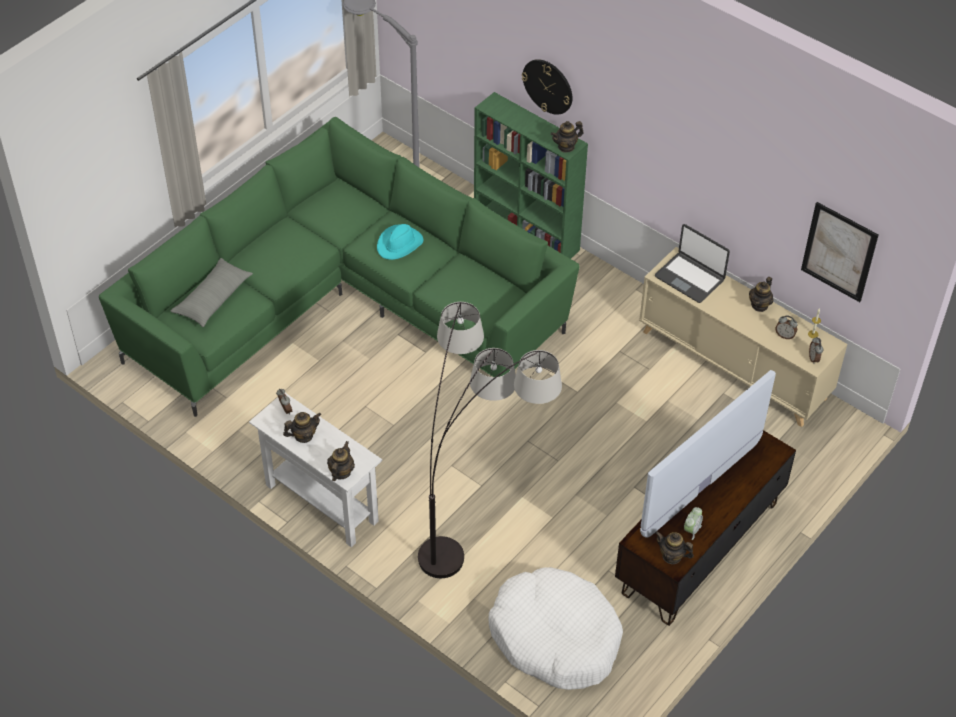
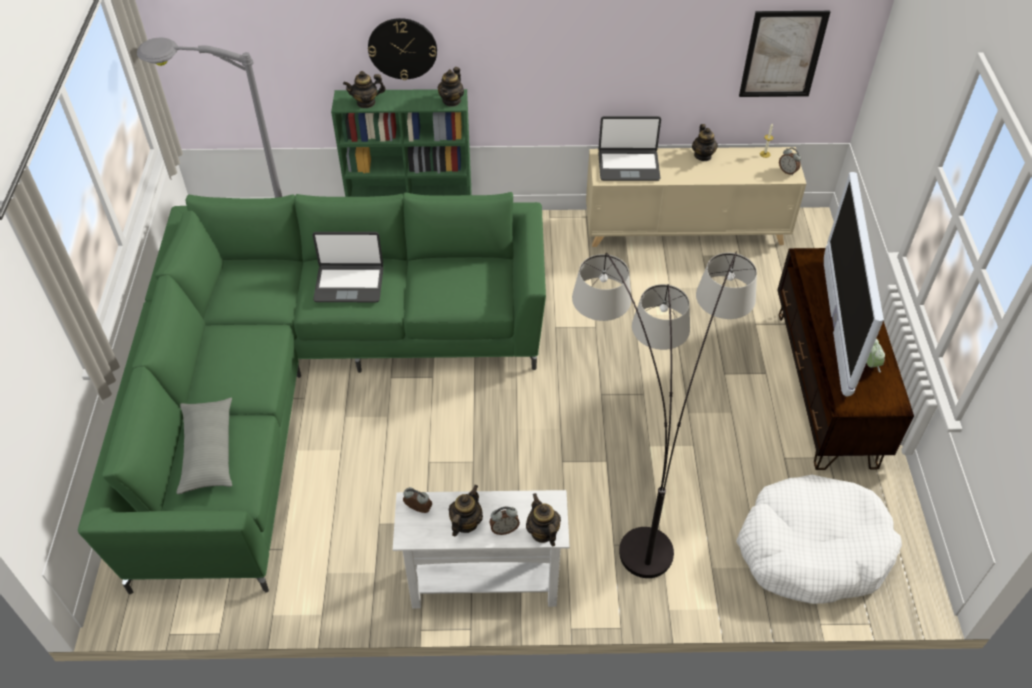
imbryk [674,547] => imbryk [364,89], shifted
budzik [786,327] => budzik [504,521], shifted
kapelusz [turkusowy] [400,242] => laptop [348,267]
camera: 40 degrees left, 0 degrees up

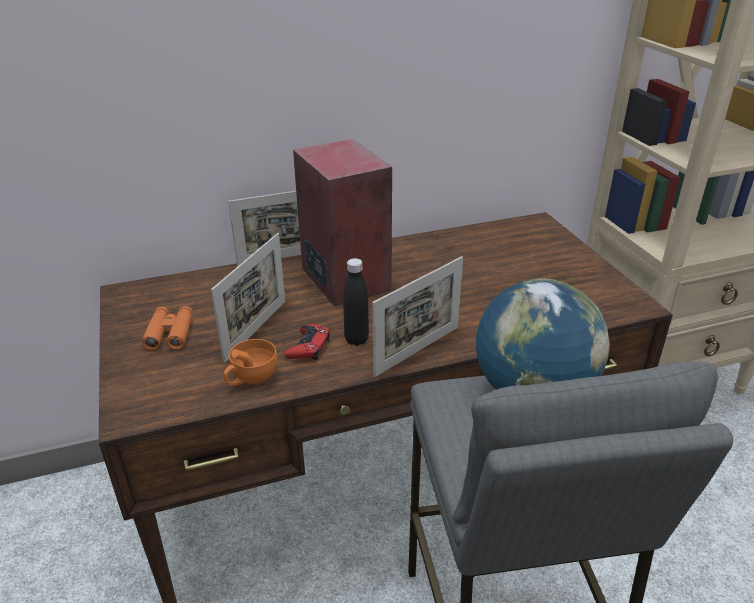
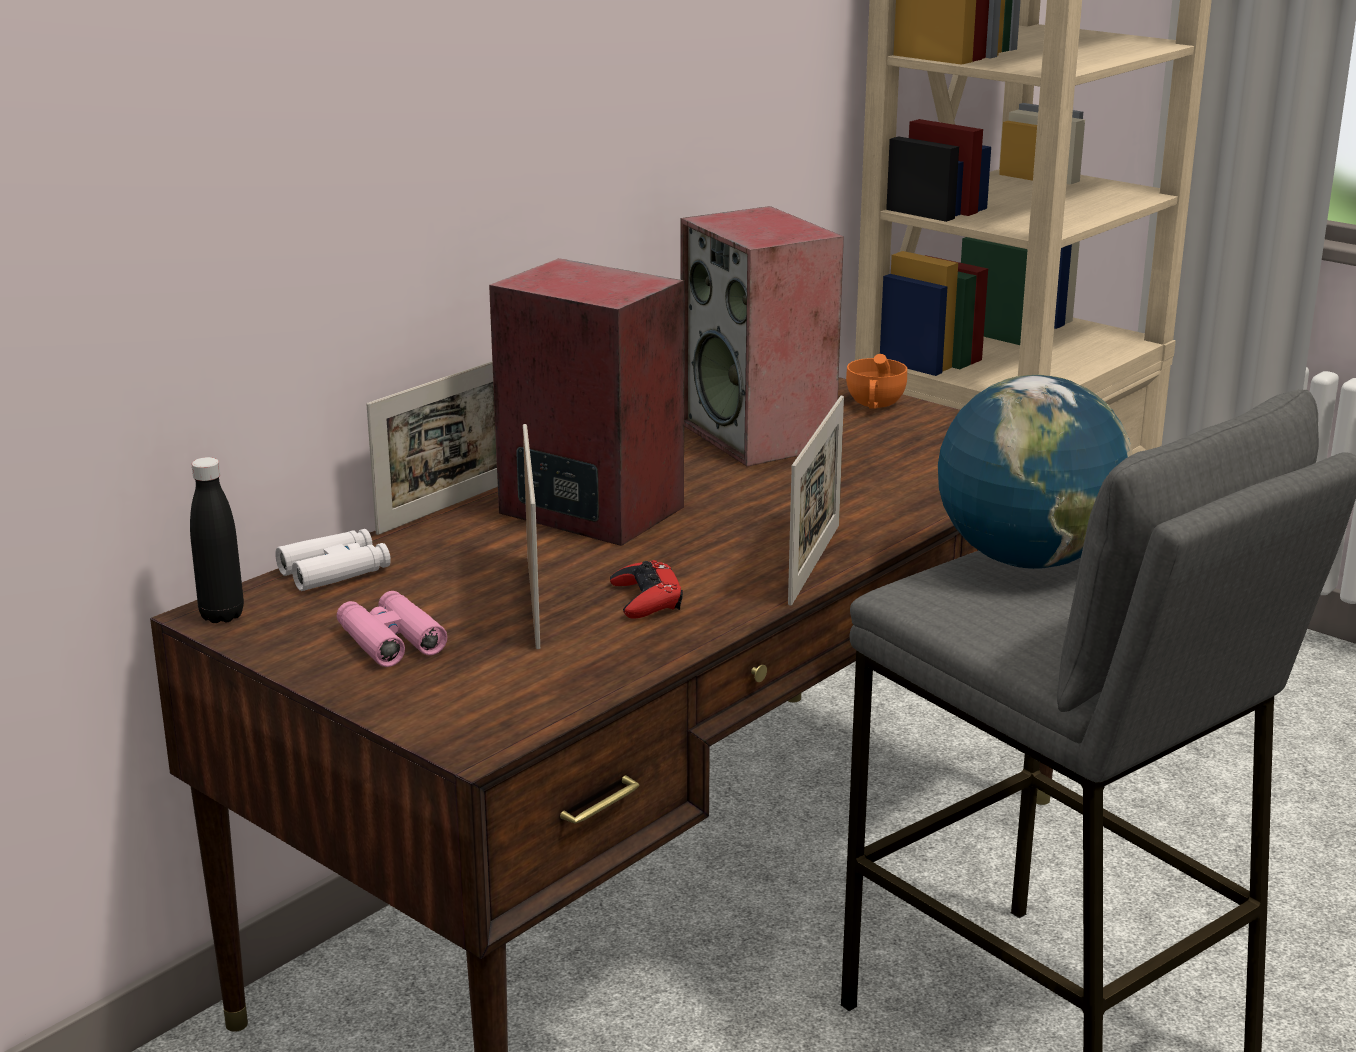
nothing => lornetka [biały] [333,560]
nothing => głośnik [762,336]
filiżanka [pomarańczowy] [250,362] => filiżanka [pomarańczowy] [876,381], shifted
butelka [czarny] [356,302] => butelka [czarny] [217,540], shifted
lornetka [pomarańczowy] [167,328] => lornetka [różowy] [392,629]
camera: 30 degrees left, 10 degrees down

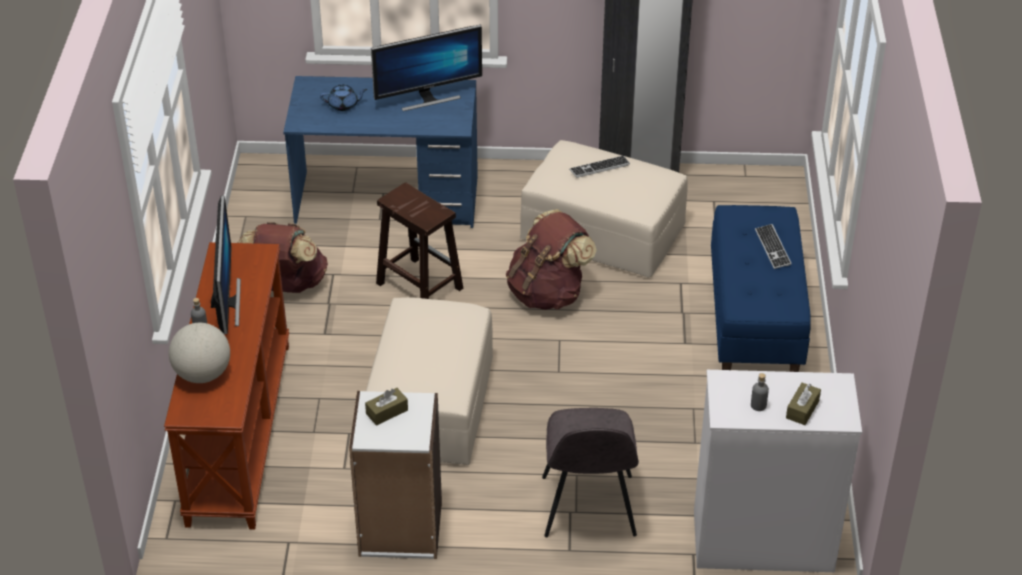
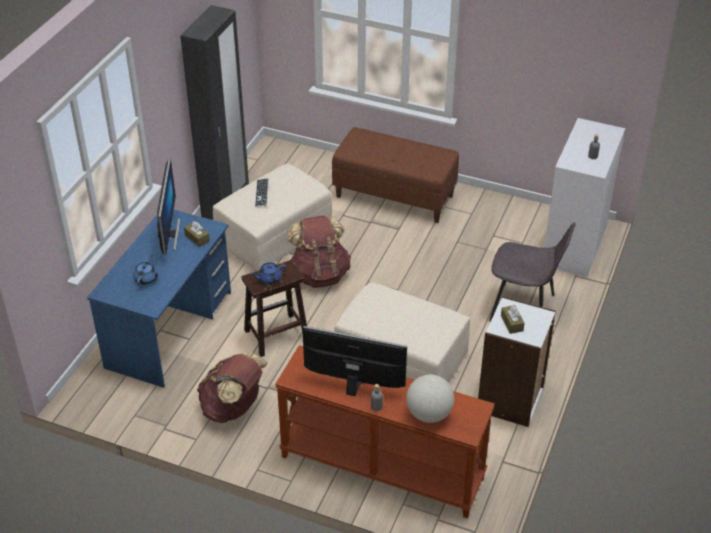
klawiatura [773,246] => nothing
nothing => imbryk [niebieski] [268,273]
pudełko chusteczek [brązowy] [803,404] => pudełko chusteczek [brązowy] [197,234], shifted
ławka [niebieski] [761,288] => ławka [brązowy] [395,175]
camera: 70 degrees left, 0 degrees up

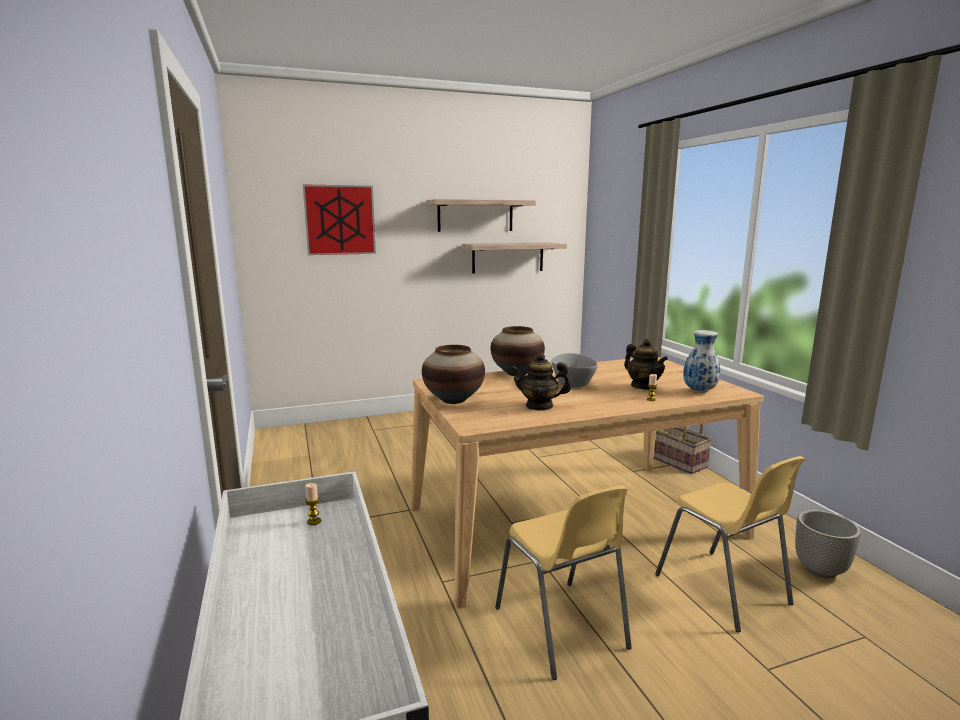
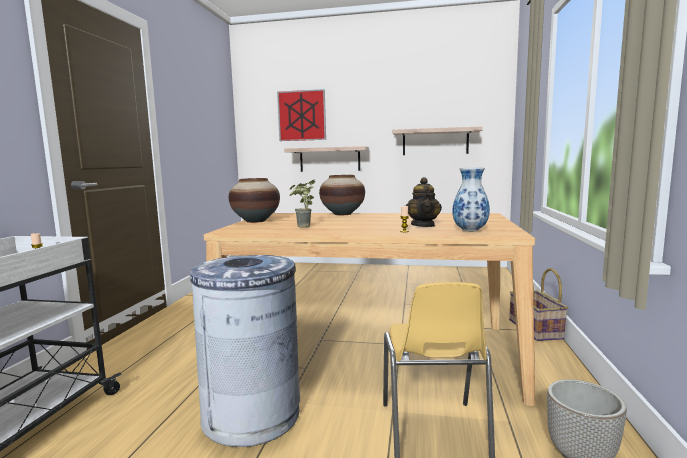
miska [szary] [574,370] => nothing
półka [481,215] => półka [326,159], shifted
krzesło [żółty] [563,583] => kosz na śmieci [szary] [245,351]
imbryk [541,382] => roślina doniczkowa [302,203]
camera: 30 degrees right, 5 degrees down

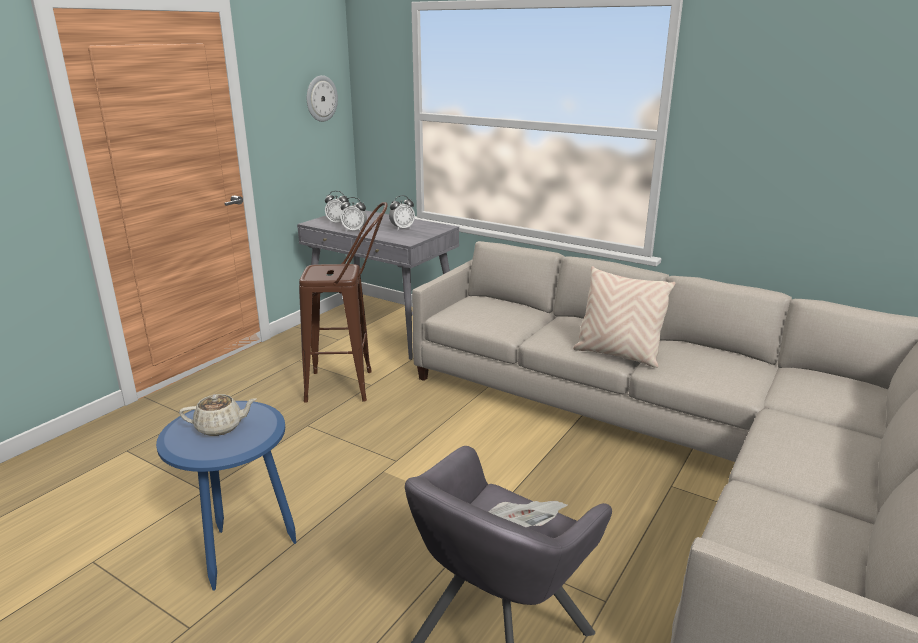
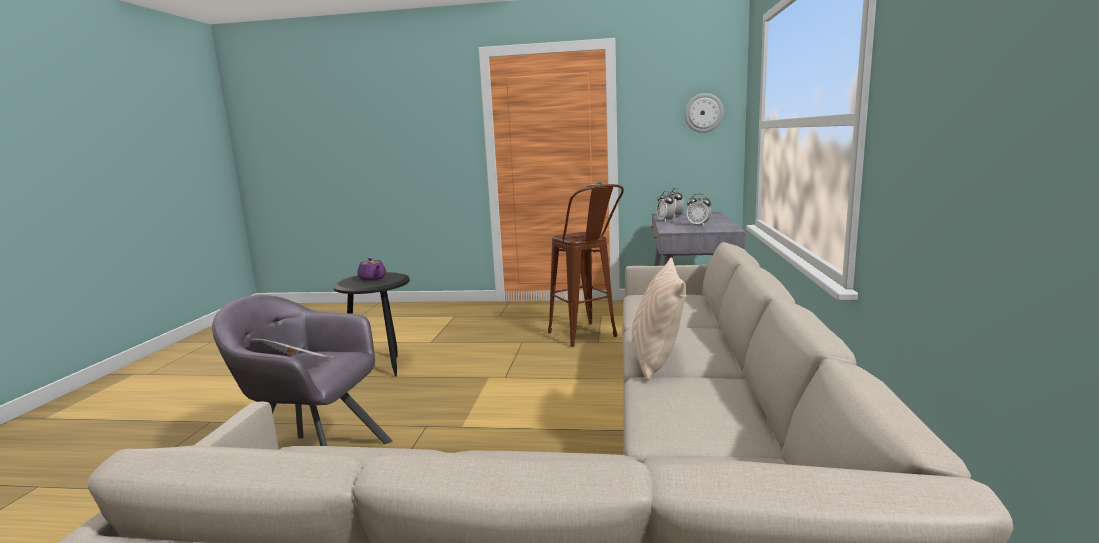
stolik [niebieski] [226,496] => stolik [czarny] [371,324]
imbryk [beżowy] [217,415] => imbryk [fioletowy] [371,269]
camera: 65 degrees right, 10 degrees down

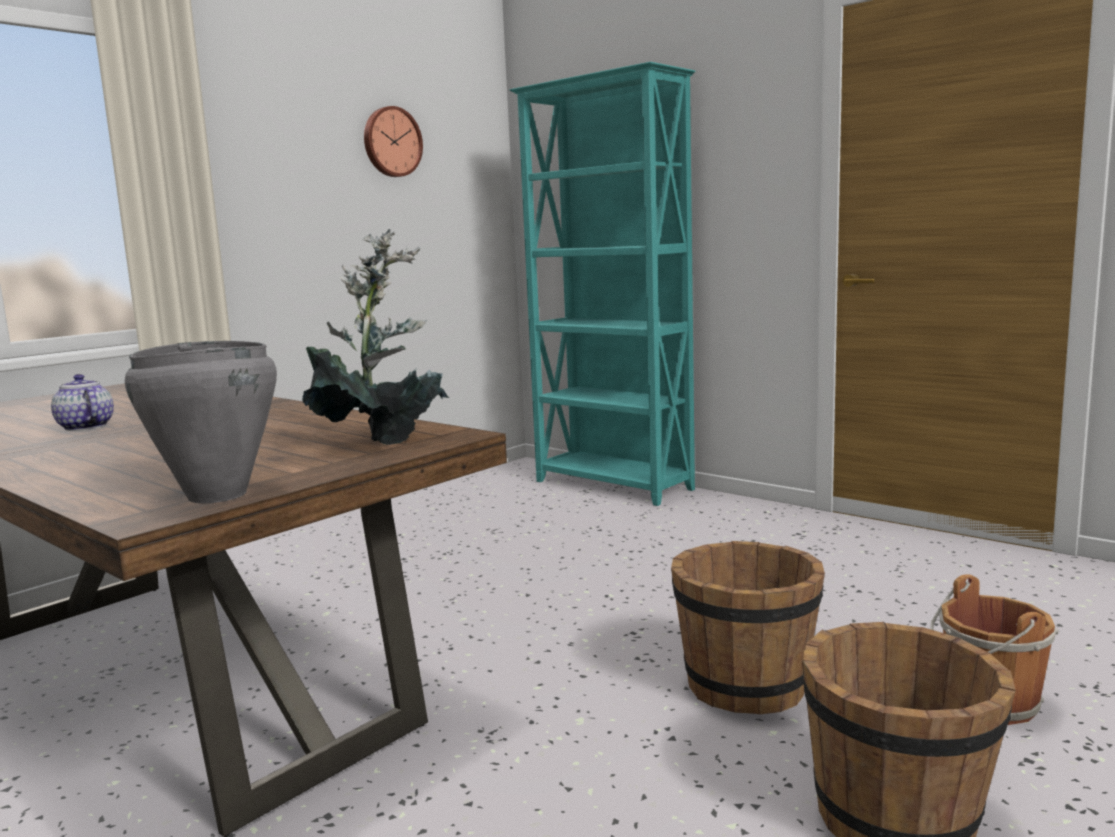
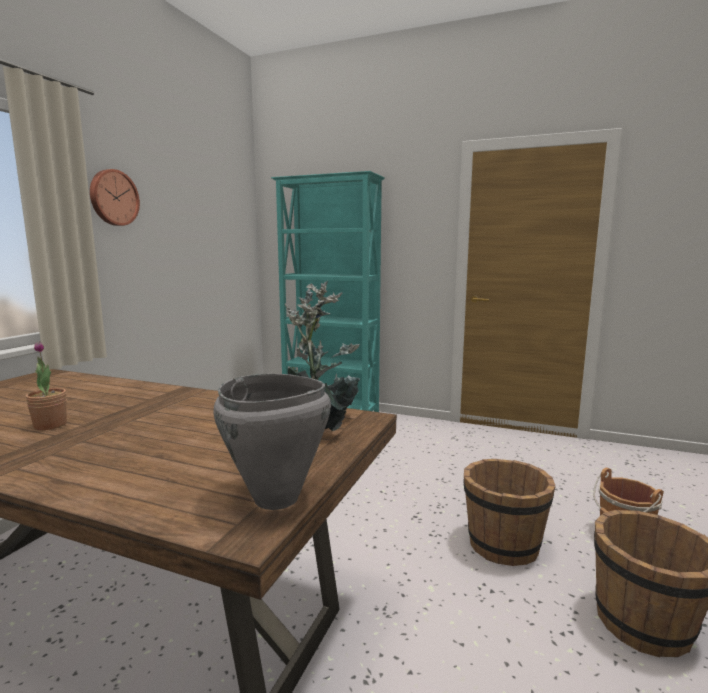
zegar ścienny [393,141] => zegar ścienny [115,197], shifted
imbryk [82,402] => roślina doniczkowa [46,385]
camera: 20 degrees left, 0 degrees up

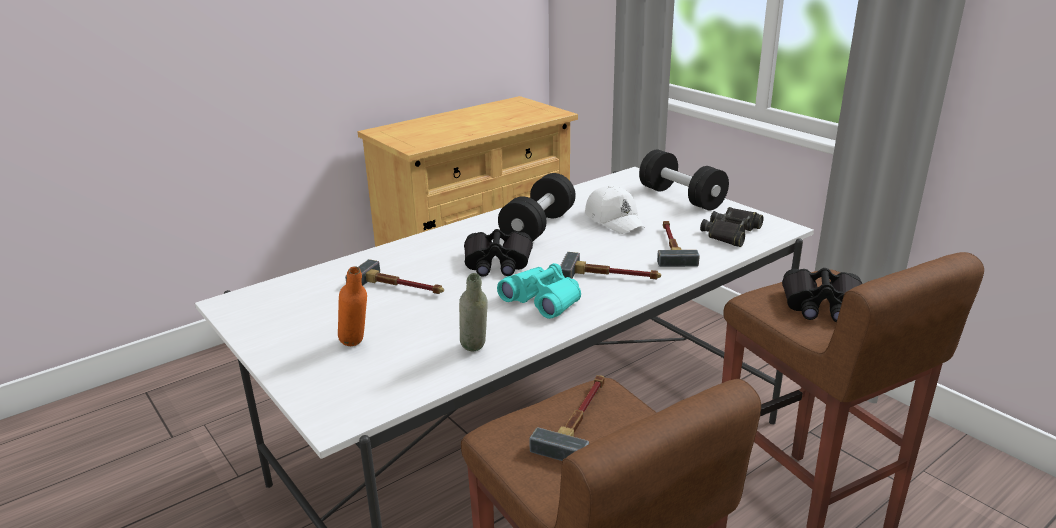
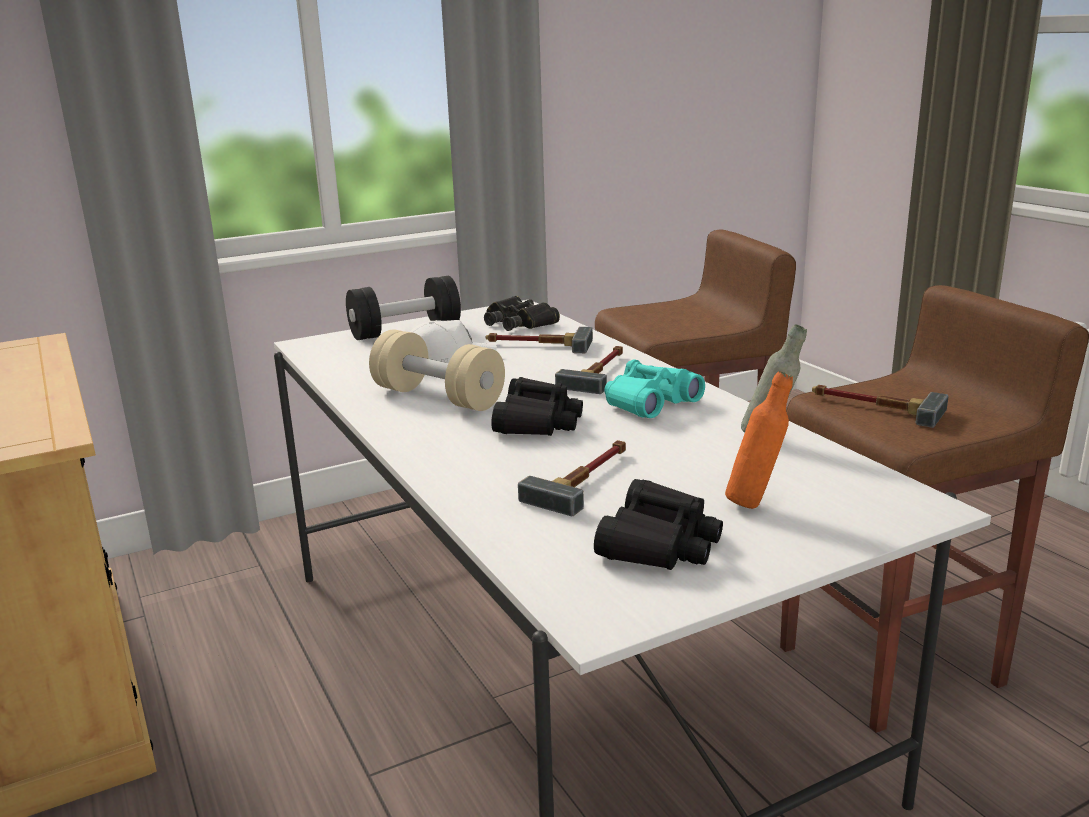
lornetka [czarny] [822,295] => lornetka [czarny] [658,524], shifted
hantel [czarny] [537,207] => hantel [beżowy] [437,370]
camera: 80 degrees left, 5 degrees down

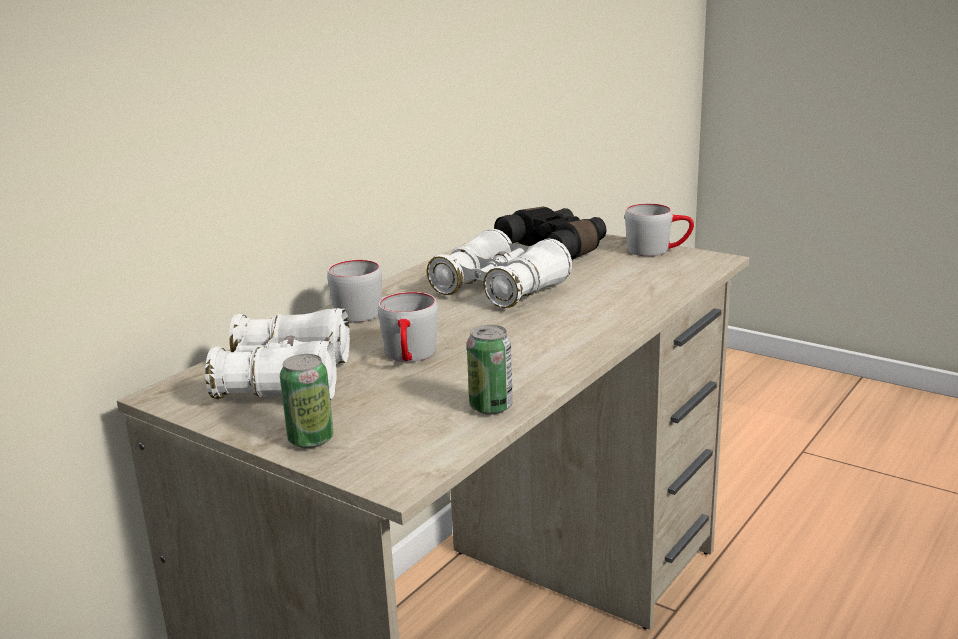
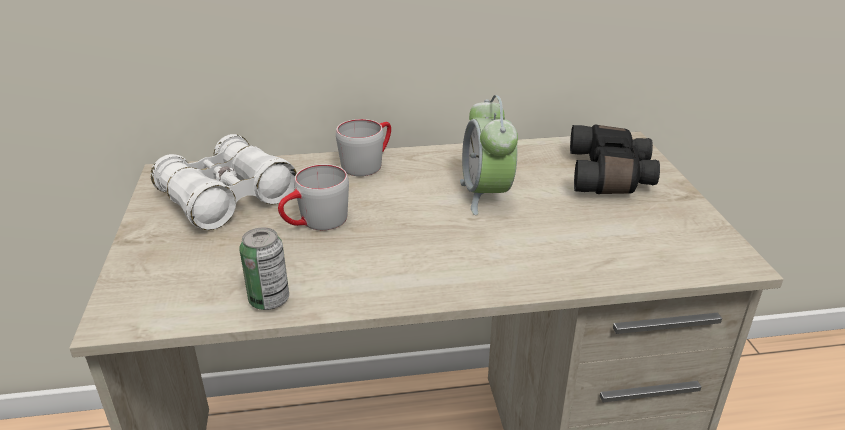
puszka [307,401] => nothing
kubek [szary] [659,229] => nothing
lornetka [biały] [499,268] => budzik [489,155]
camera: 45 degrees right, 10 degrees up

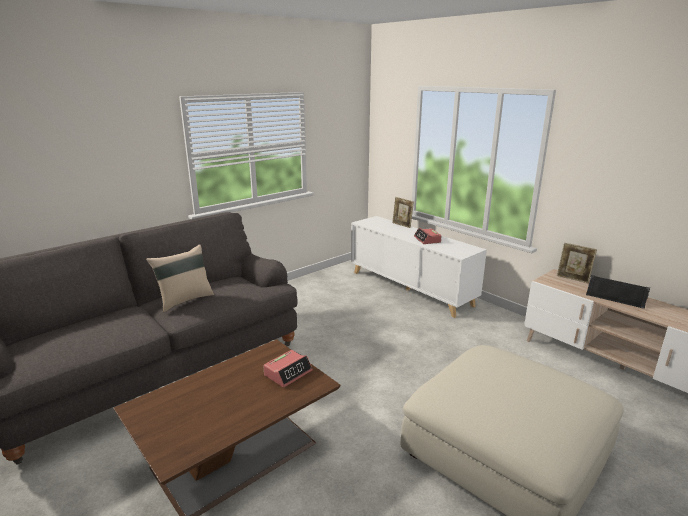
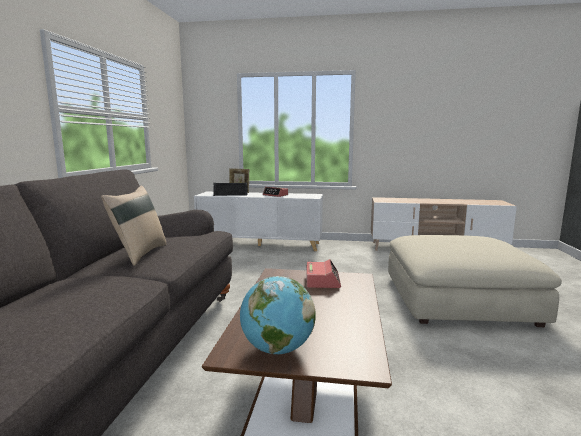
ramka na zdjęcie [577,263] => nothing
nothing => globus [278,315]
głośnik [czarny] [618,292] => głośnik [czarny] [230,189], shifted
camera: 40 degrees left, 10 degrees down

